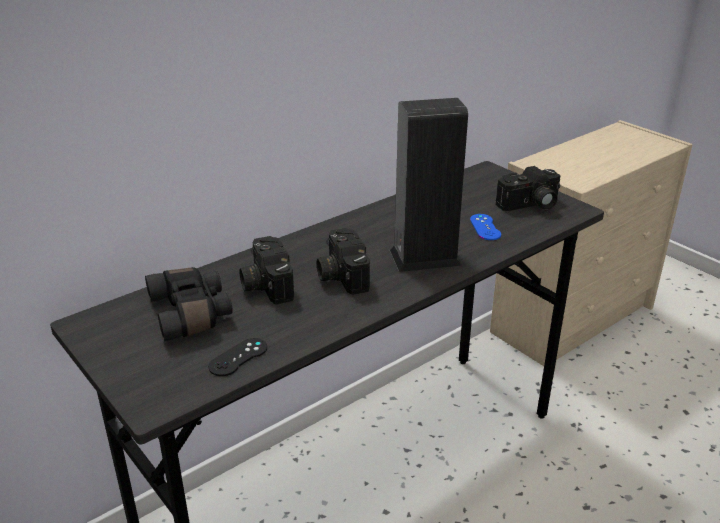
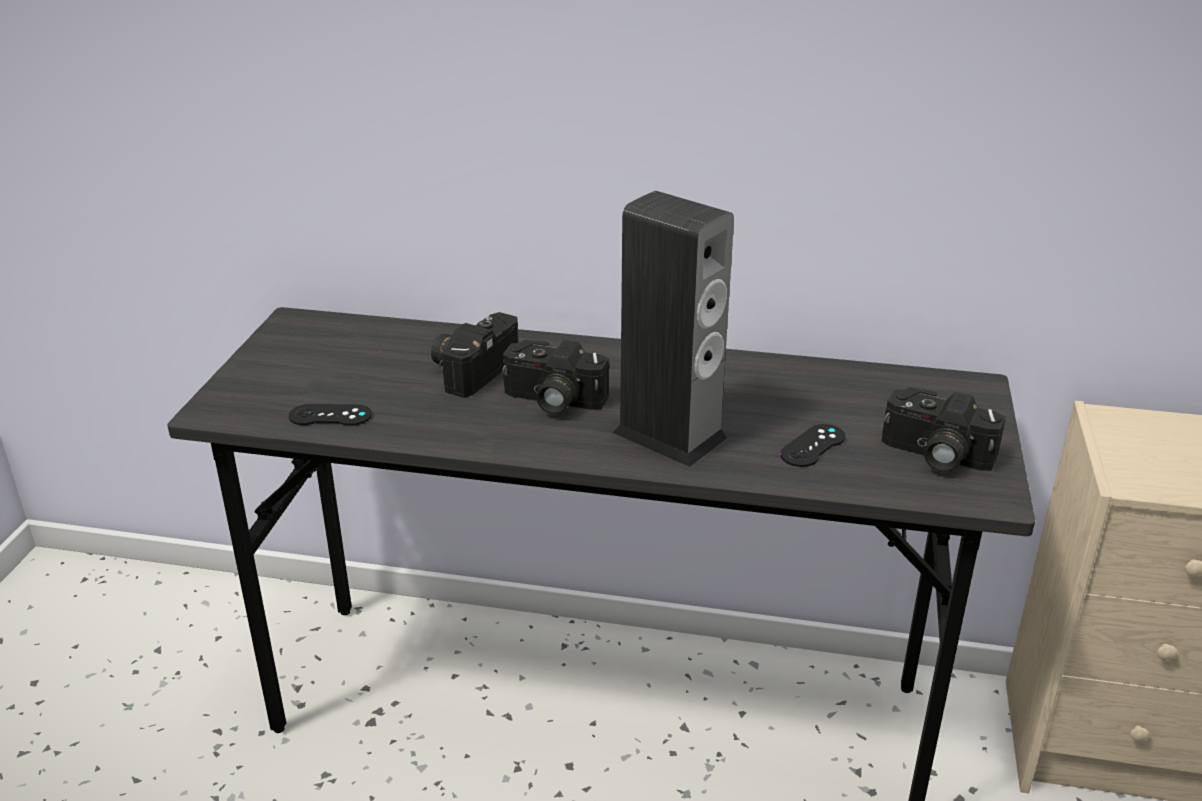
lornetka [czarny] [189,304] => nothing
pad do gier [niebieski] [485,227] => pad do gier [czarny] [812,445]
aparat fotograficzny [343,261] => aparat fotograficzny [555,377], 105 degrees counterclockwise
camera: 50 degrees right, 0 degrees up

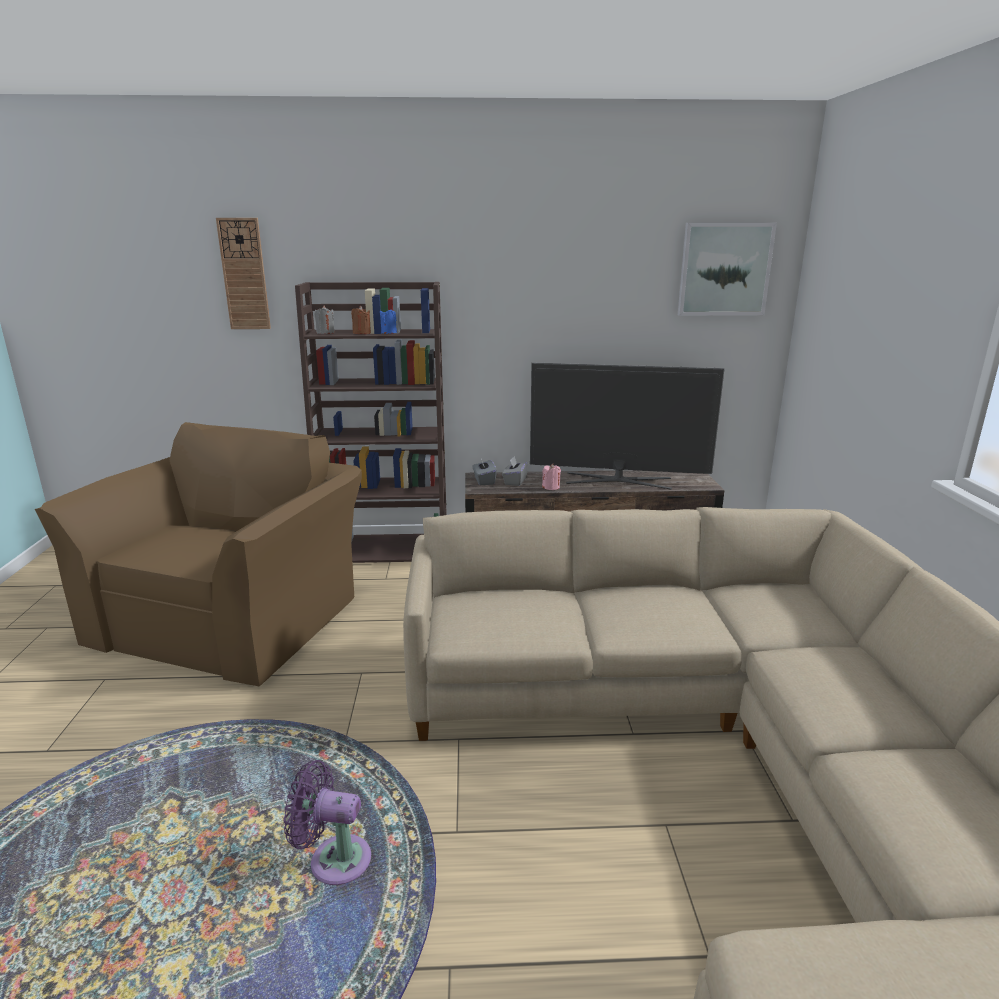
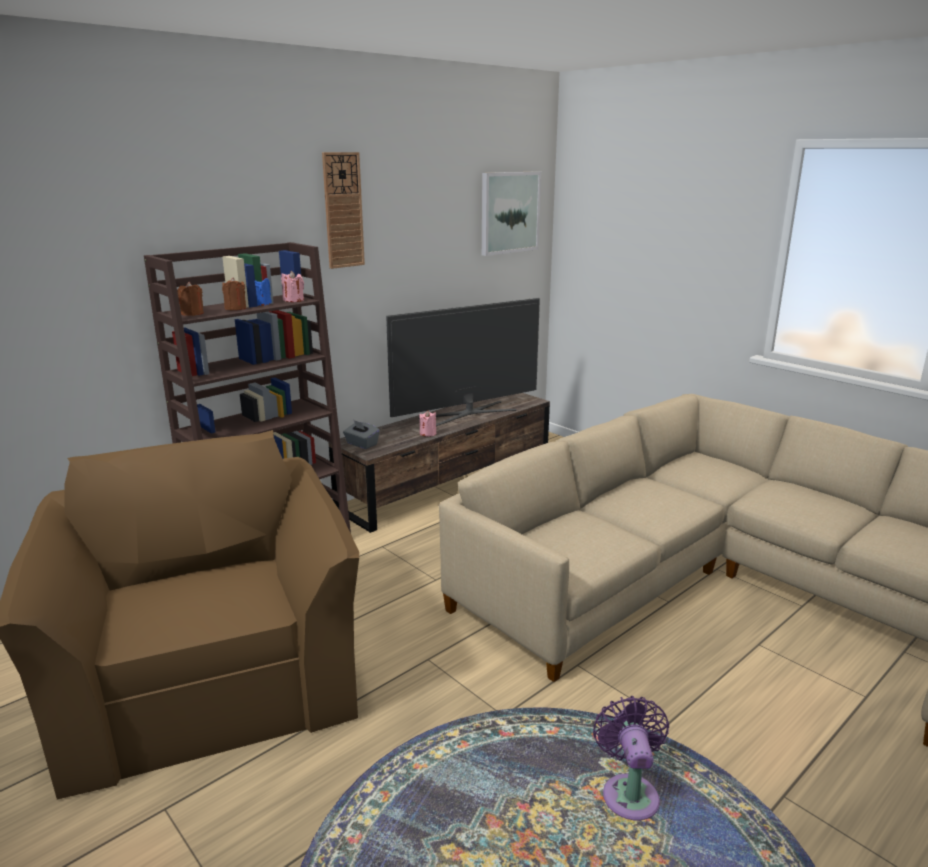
pudełko chusteczek [szary] [515,471] => nothing
nothing => świeca [różowy] [292,286]
zegar ścienny [243,273] => zegar ścienny [343,210], shifted
świeca [szary] [325,319] => świeca [brązowy] [190,299]
wentylator [fioletowy] [327,822] => wentylator [fioletowy] [631,758], 120 degrees clockwise
camera: 40 degrees left, 0 degrees up

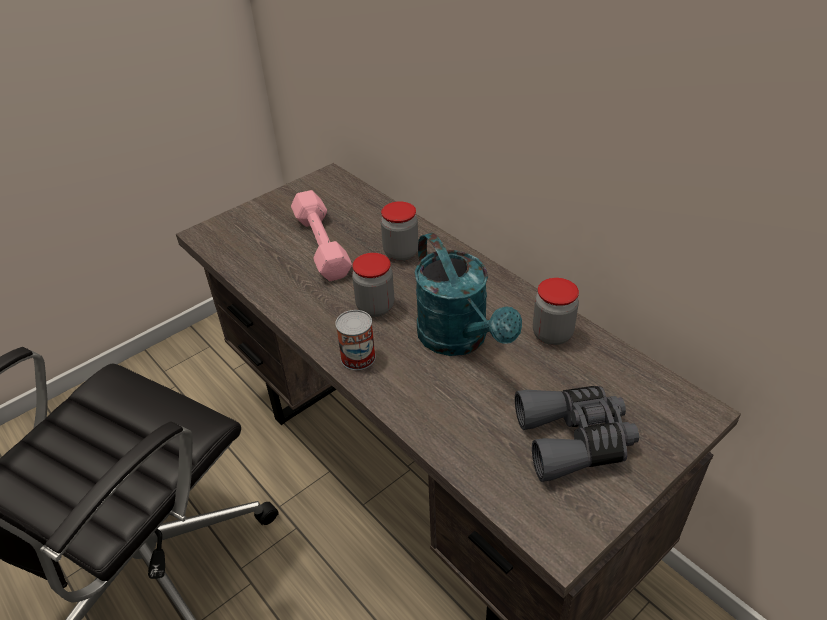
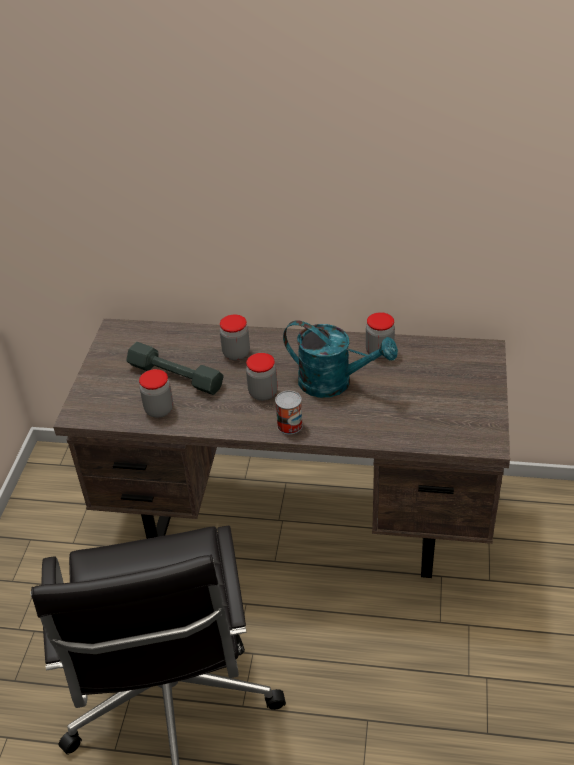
lornetka [szary] [577,434] => nothing
nothing => słoik [156,393]
hantel [różowy] [321,235] => hantel [szary] [175,368]
camera: 40 degrees left, 0 degrees up

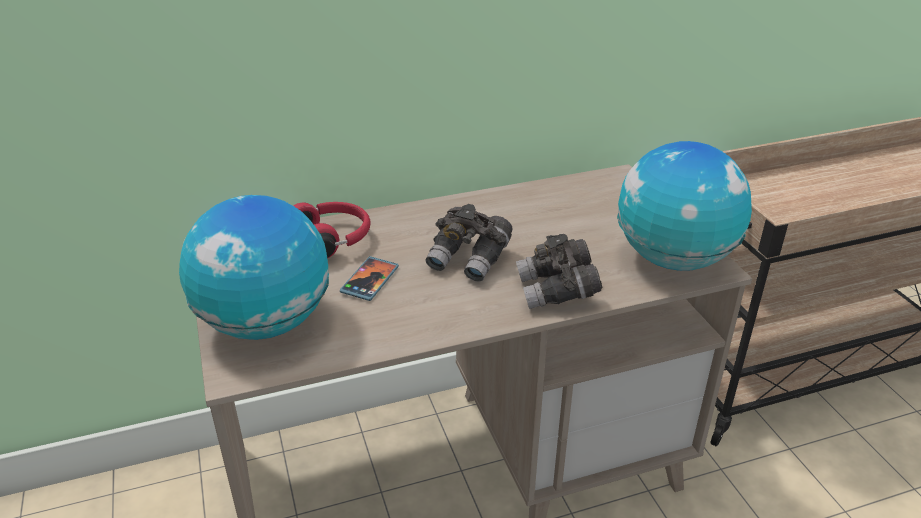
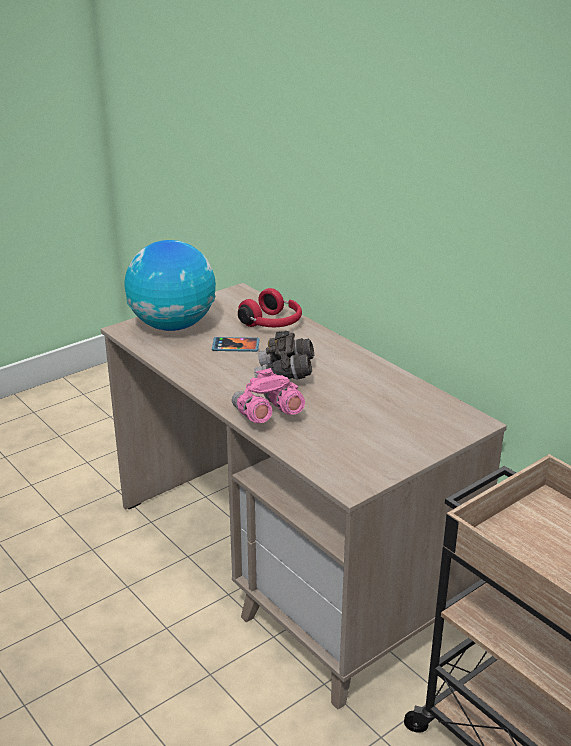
globus [684,206] => nothing
lornetka [szary] [559,271] => lornetka [różowy] [268,395]
camera: 70 degrees right, 5 degrees down

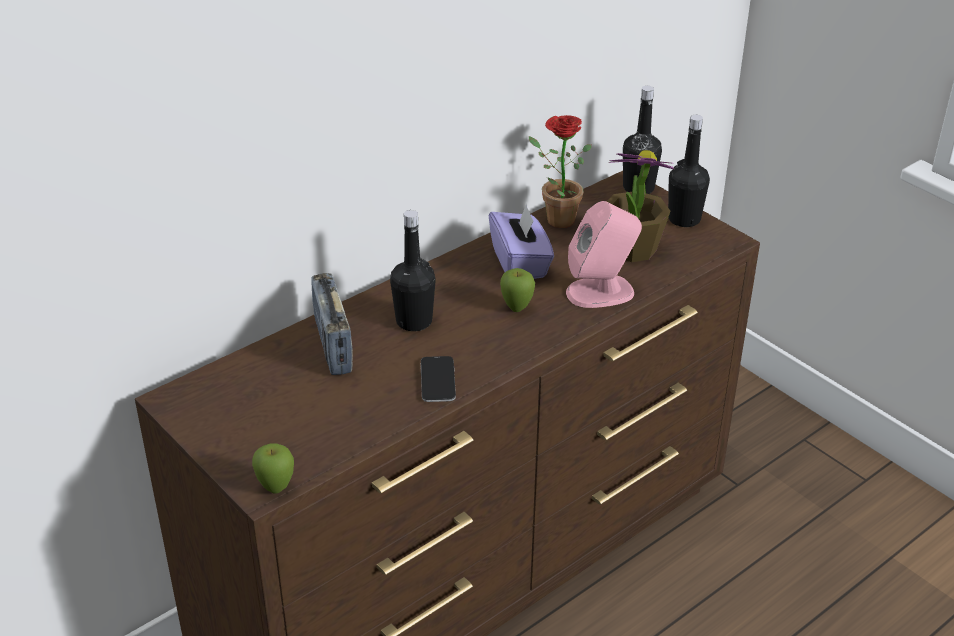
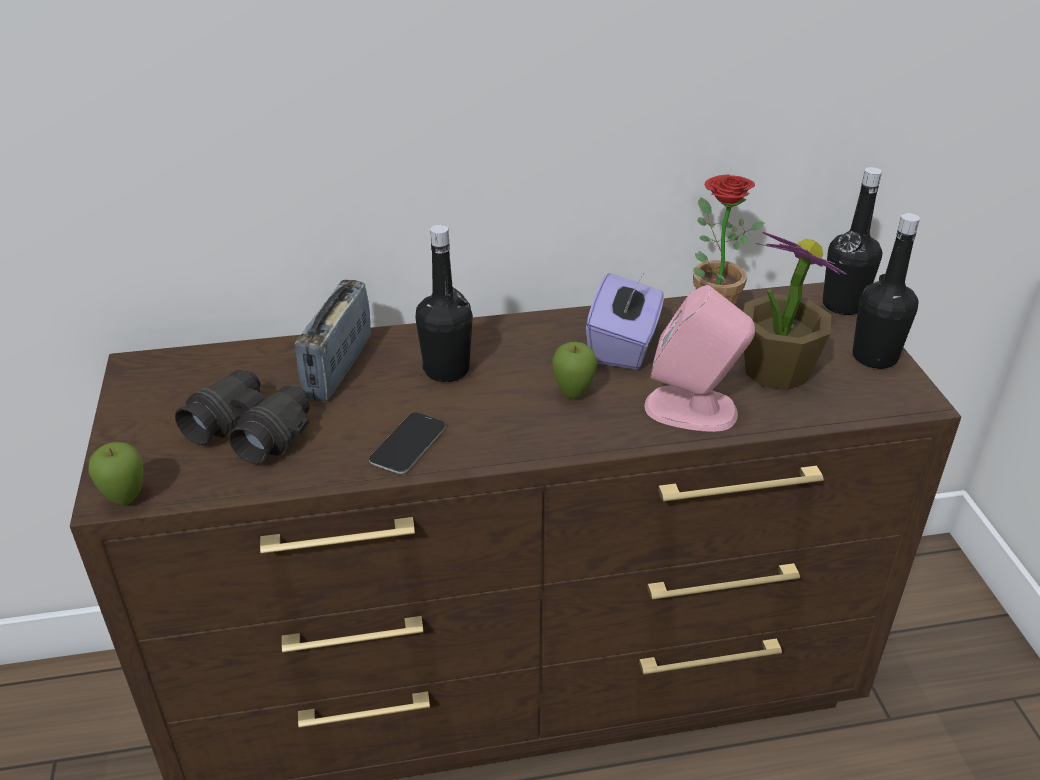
nothing => lornetka [czarny] [242,417]
camera: 30 degrees right, 0 degrees up

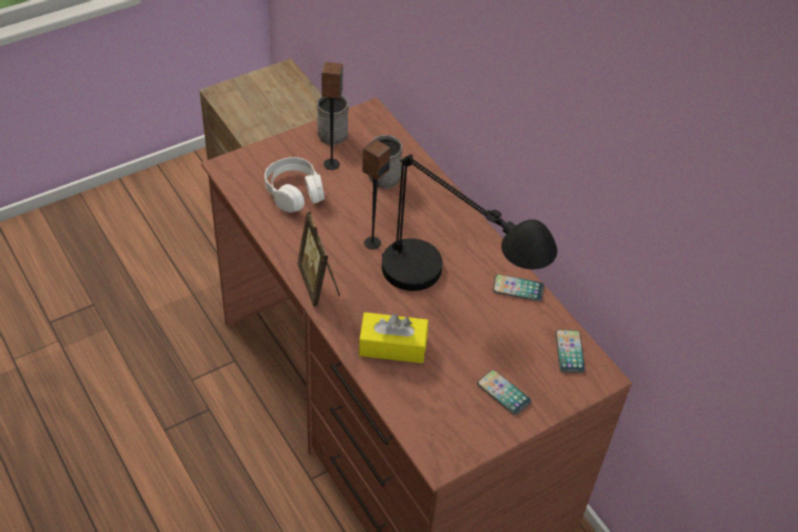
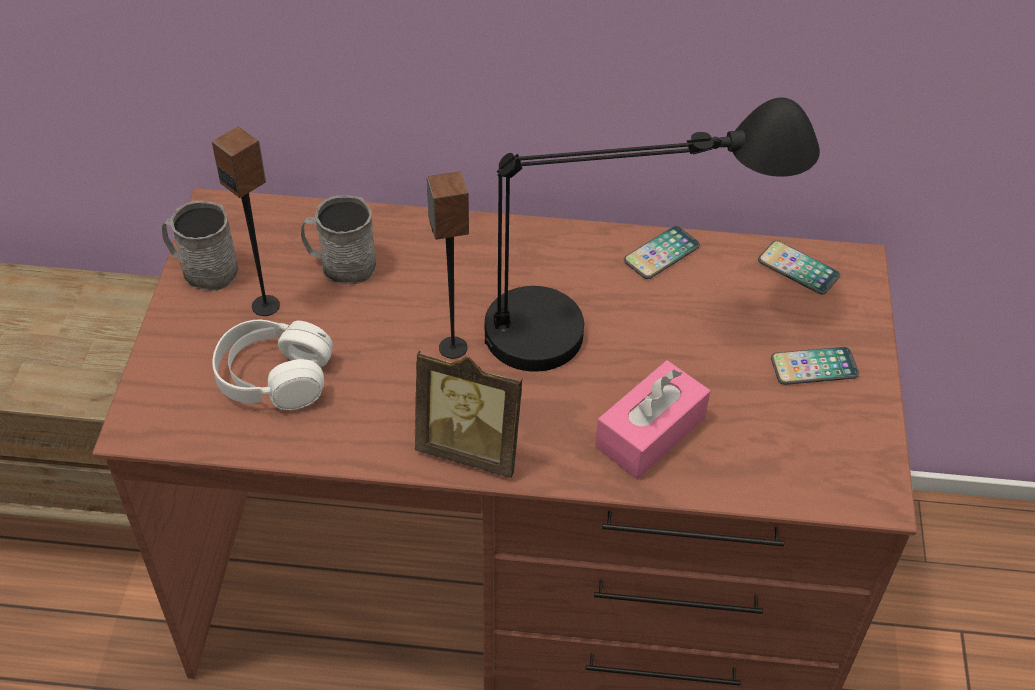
pudełko chusteczek [żółty] [393,337] => pudełko chusteczek [różowy] [652,419]
camera: 50 degrees left, 0 degrees up

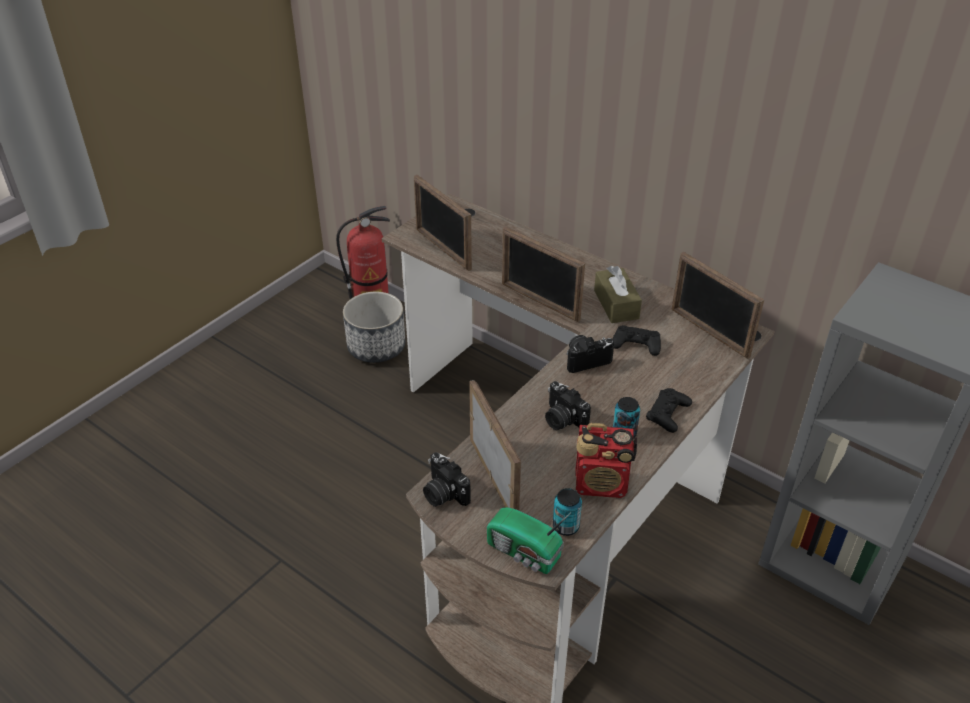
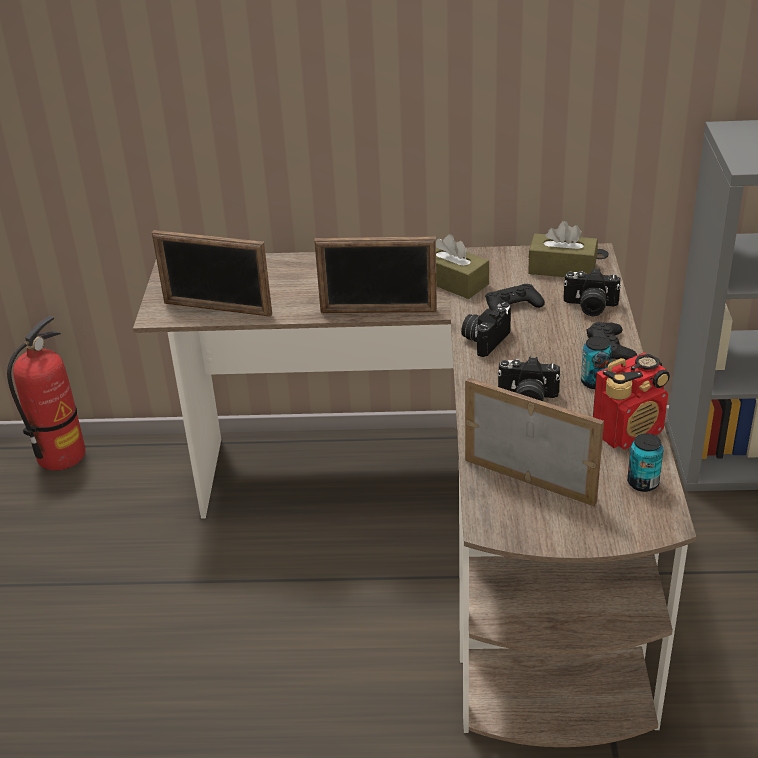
donica [374,327] => nothing
radio [529,540] => nothing
aparat fotograficzny [447,479] => aparat fotograficzny [592,292], shifted
ramka na zdjęcie [717,305] => pudełko chusteczek [brązowy] [563,249]
camera: 35 degrees left, 5 degrees down

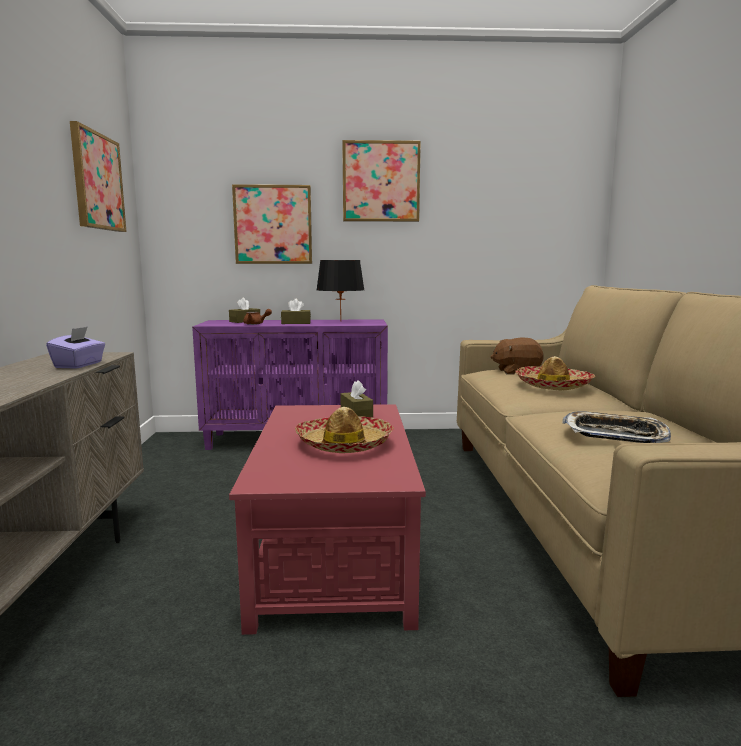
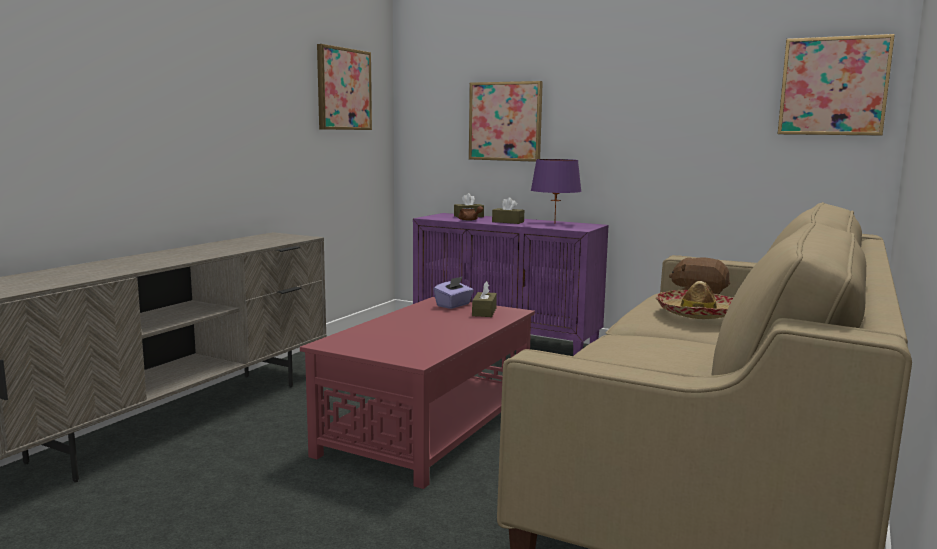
kapelusz [344,430] => nothing
taca [616,427] => nothing
pudełko chusteczek [fioletowy] [75,347] => pudełko chusteczek [fioletowy] [454,292], shifted
obraz [381,181] => obraz [836,85], shifted
lampa stołowa [czarny] [340,291] => lampa stołowa [fioletowy] [556,191]
camera: 30 degrees right, 0 degrees up

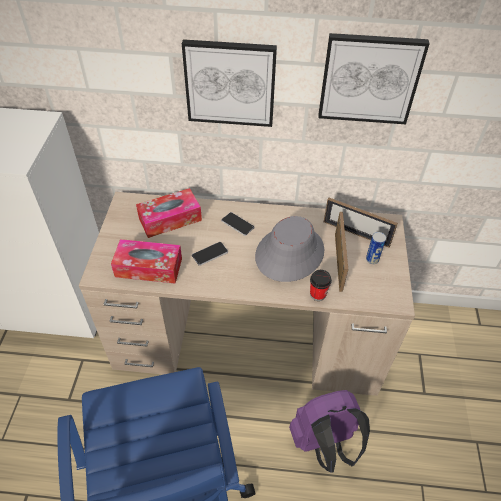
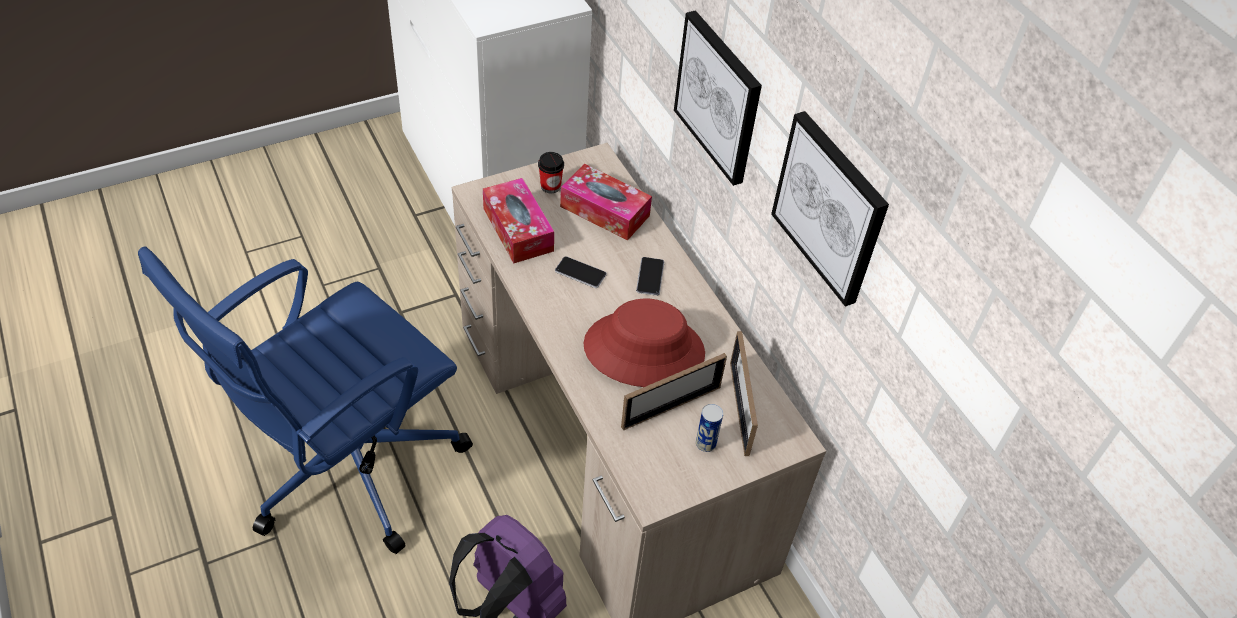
filiżanka [321,285] => filiżanka [551,172], shifted
kapelusz [szary] [289,249] => kapelusz [czerwony] [644,343]
camera: 55 degrees right, 0 degrees up

